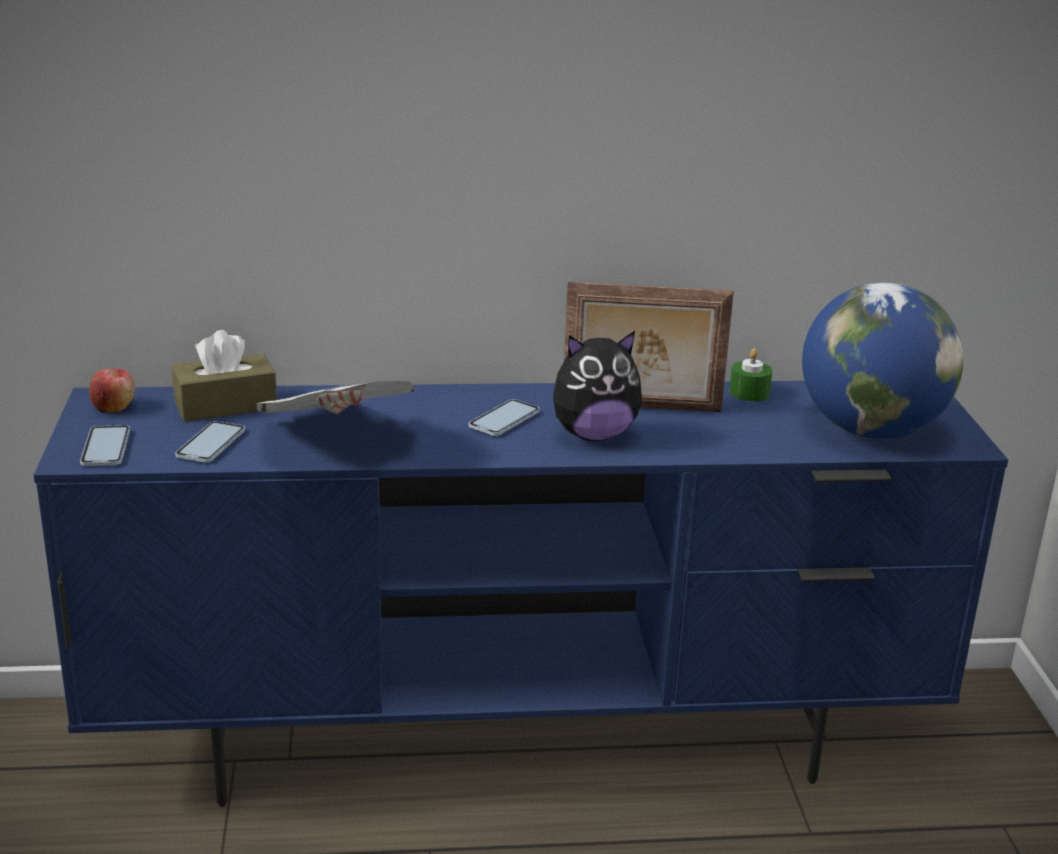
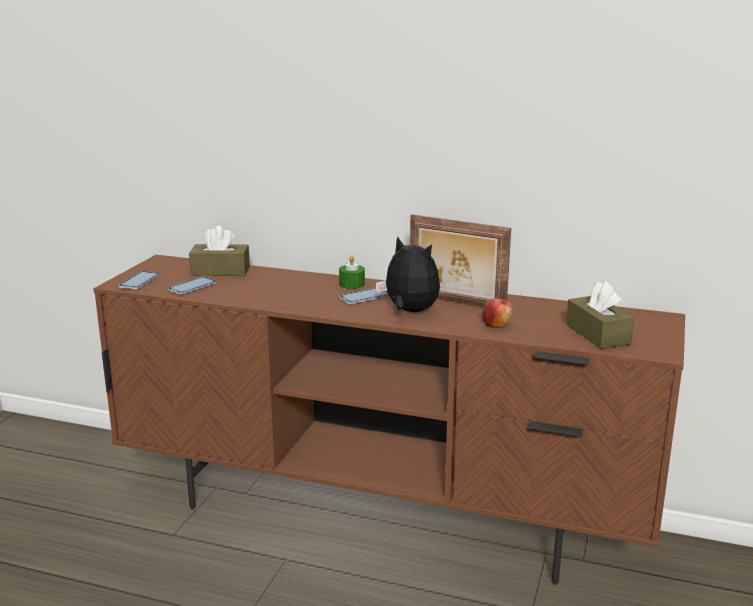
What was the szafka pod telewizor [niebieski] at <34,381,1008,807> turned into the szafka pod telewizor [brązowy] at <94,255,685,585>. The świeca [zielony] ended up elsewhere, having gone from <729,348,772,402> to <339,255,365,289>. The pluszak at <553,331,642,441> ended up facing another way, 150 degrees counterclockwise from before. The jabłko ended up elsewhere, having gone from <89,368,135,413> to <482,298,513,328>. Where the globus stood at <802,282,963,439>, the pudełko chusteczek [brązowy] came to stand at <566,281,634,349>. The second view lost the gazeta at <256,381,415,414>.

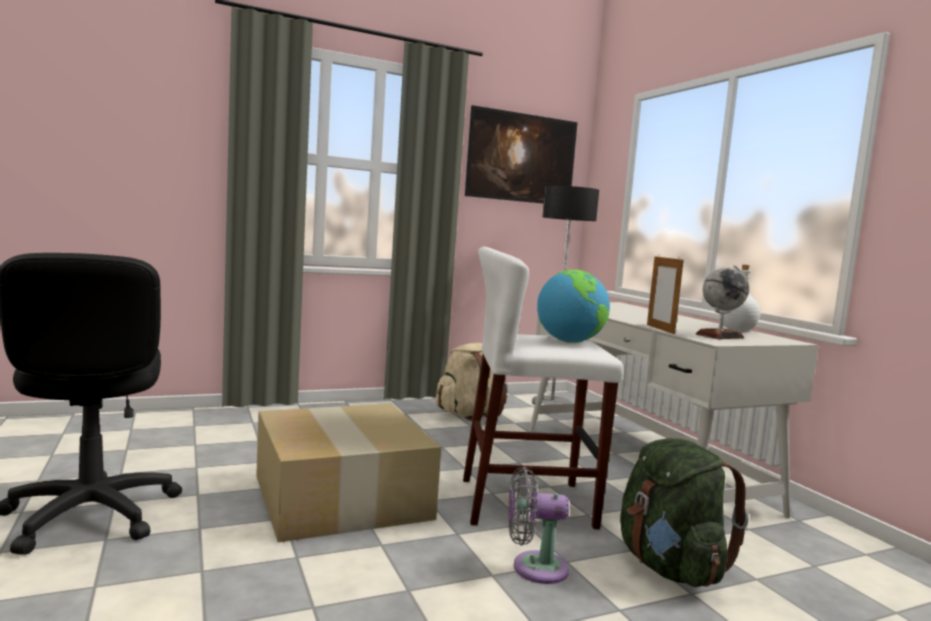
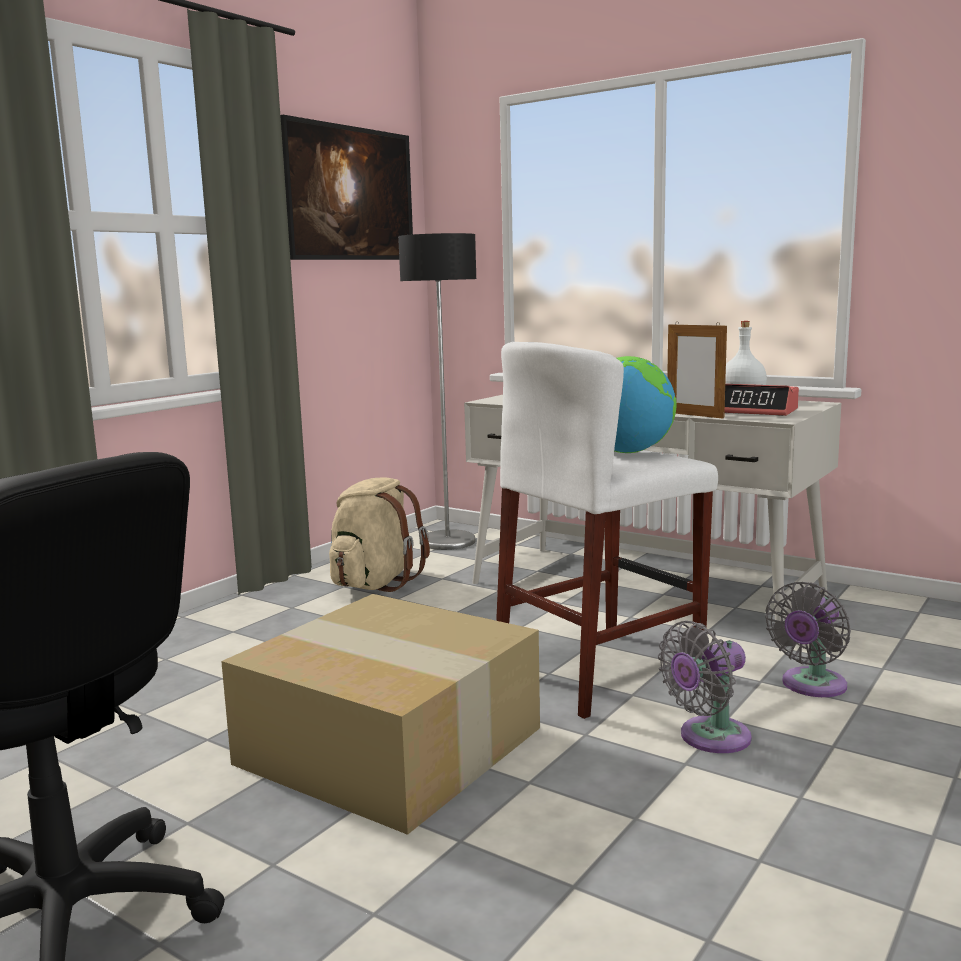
Where the globus stood at <696,265,749,339>, the budzik came to stand at <724,384,799,416>. Where the plecak [zielony] stood at <620,438,749,587>, the wentylator [szary] came to stand at <765,582,851,697>.

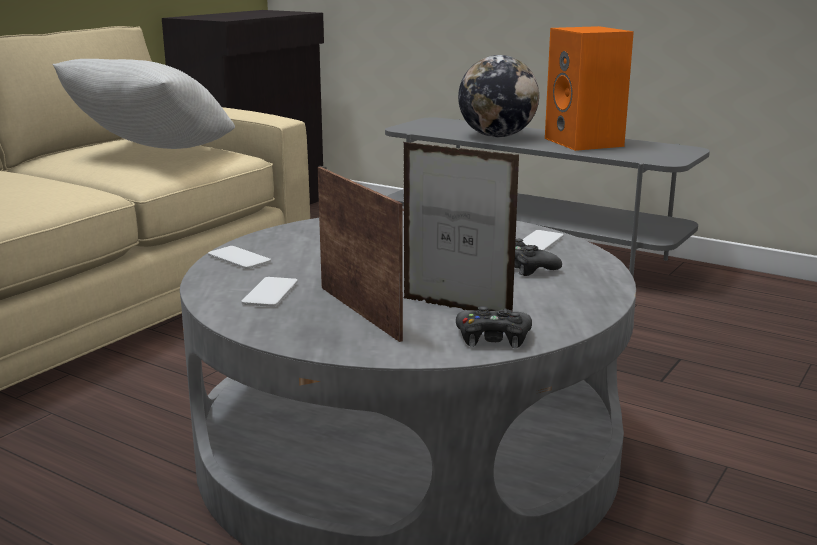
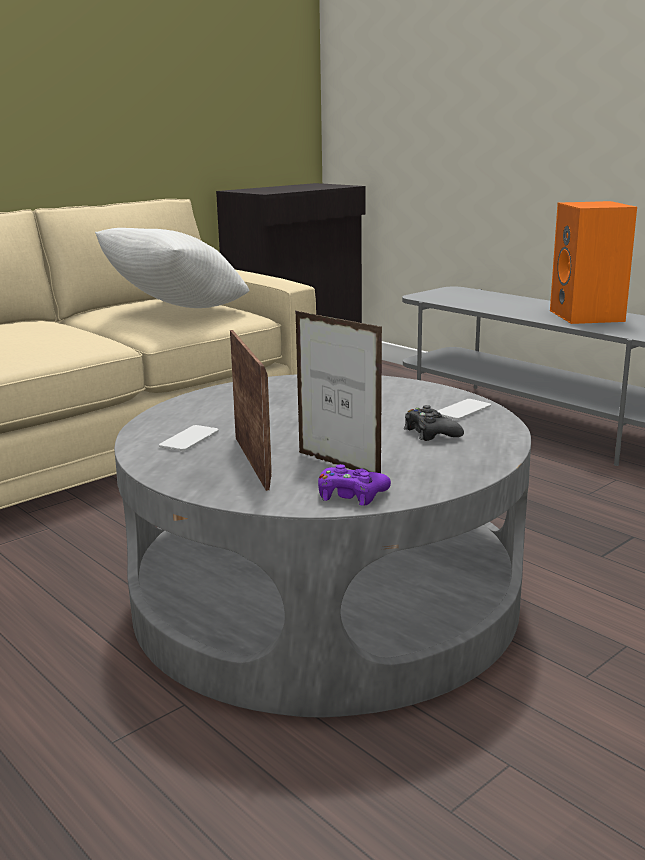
What was the pad do gier [czarny] at <456,306,532,348> turned into the pad do gier [fioletowy] at <318,464,391,505>. The second view lost the telefon at <208,246,271,269>. The second view lost the globus at <458,55,539,137>.

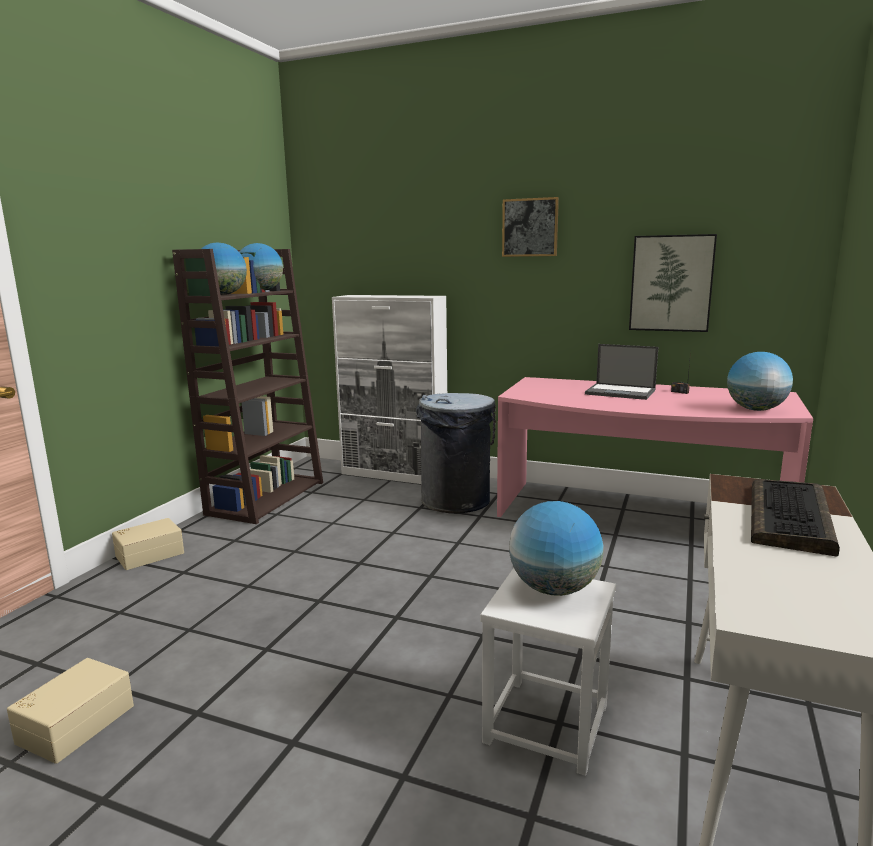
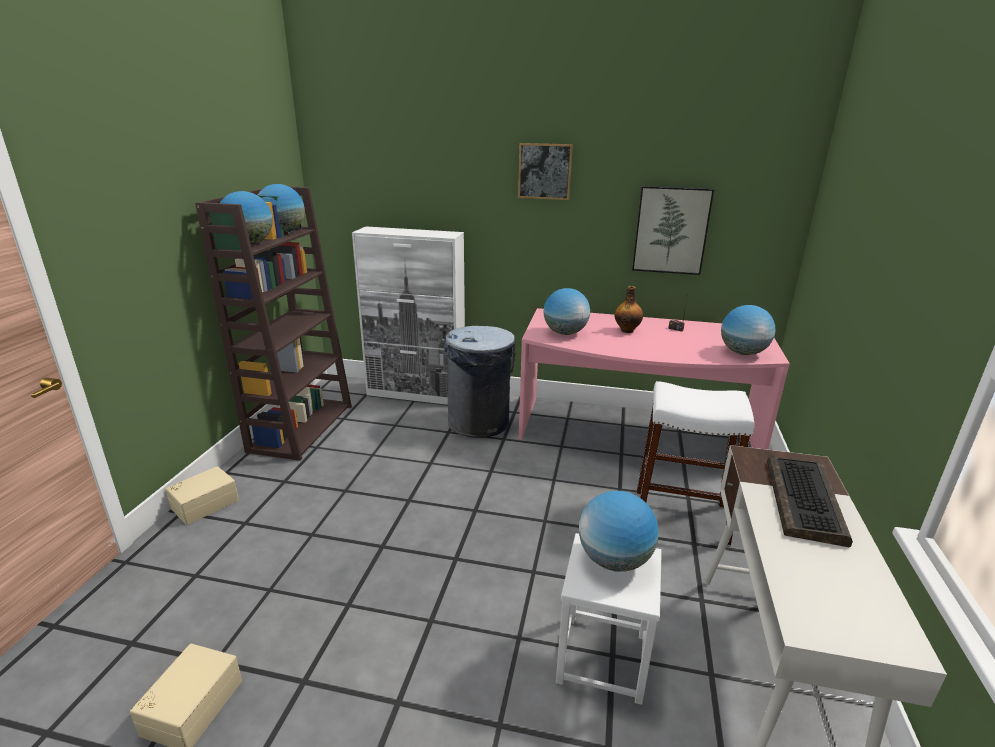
The second view gained the globus at <543,288,590,335>. Where the laptop stood at <585,344,658,400>, the butelka came to stand at <614,286,643,333>. The second view gained the stołek [biały] at <637,381,755,545>.

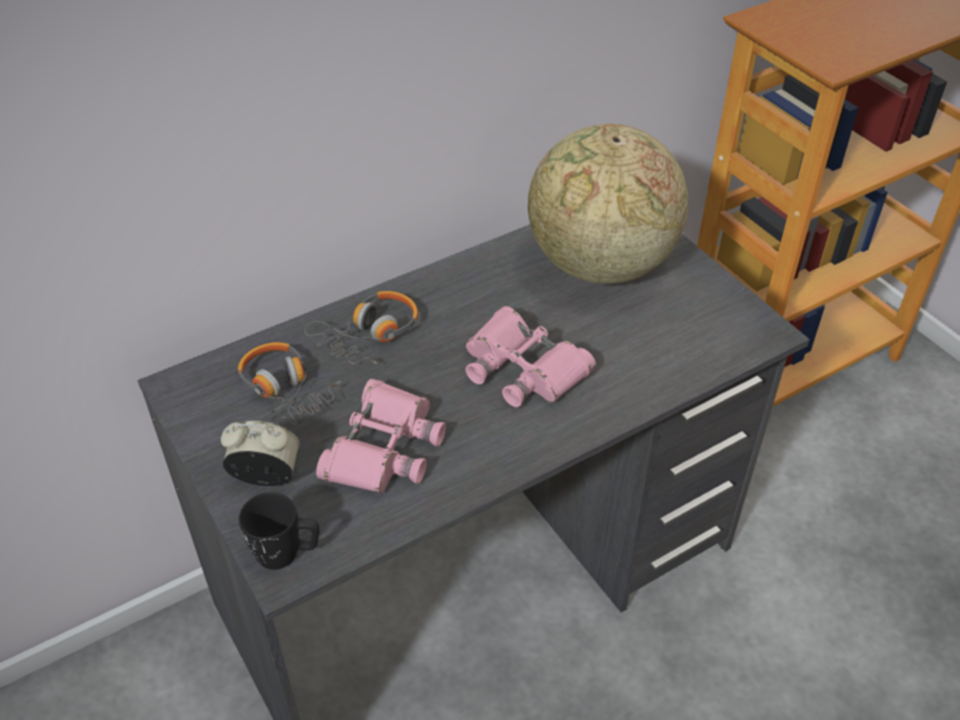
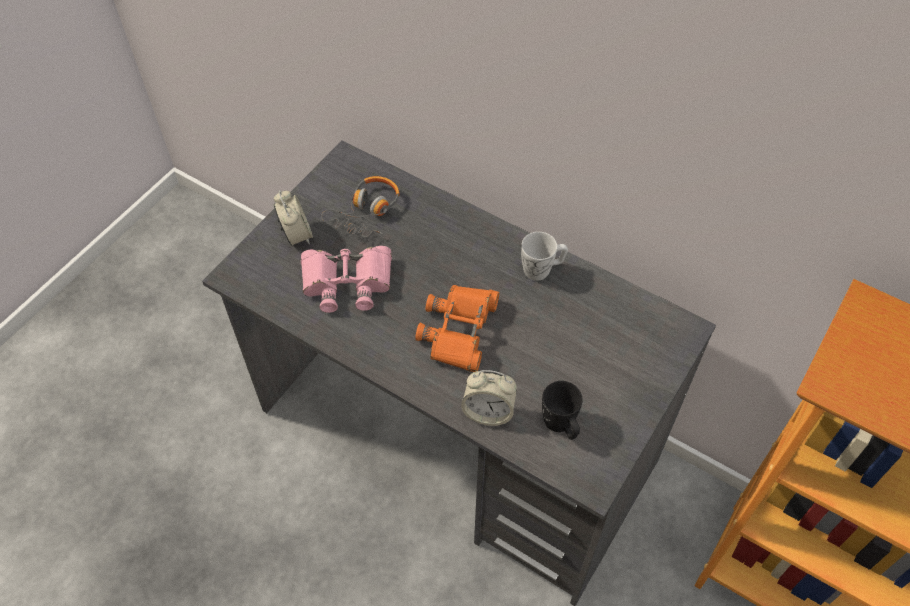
What was the lornetka [różowy] at <466,306,596,407> turned into the lornetka [pomarańczowy] at <415,285,499,372>. The second view gained the budzik at <461,370,517,426>. The second view gained the kubek [biały] at <521,232,568,281>. The kubek [czarny] ended up elsewhere, having gone from <239,492,320,570> to <542,381,583,440>. The second view lost the słuchawki at <304,291,418,364>. The second view lost the globus at <528,123,688,284>.

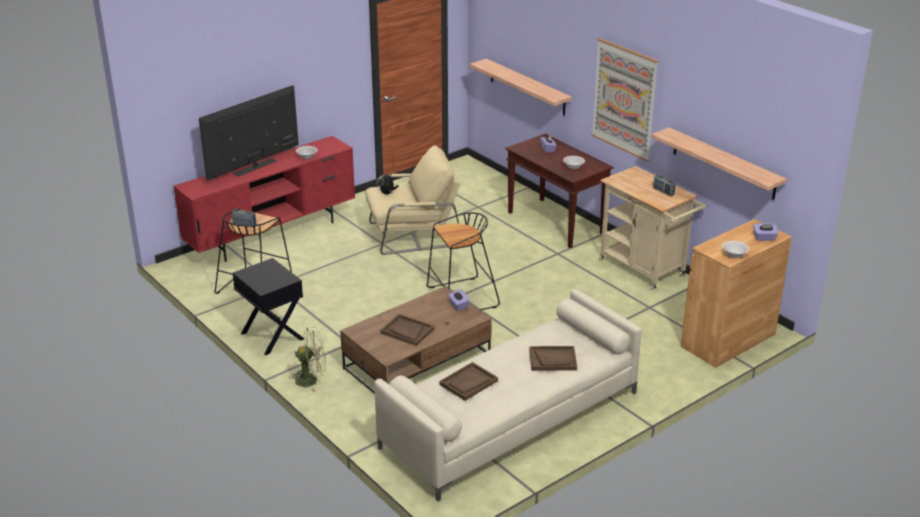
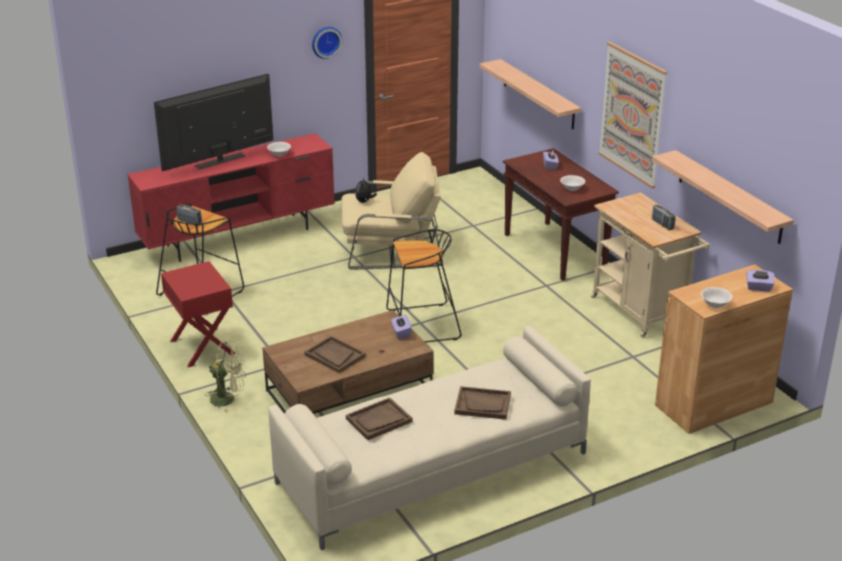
What was the szafka nocna [czarny] at <233,258,304,356> turned into the szafka nocna [czerwony] at <161,261,236,367>. The second view gained the zegar ścienny at <312,27,342,59>.

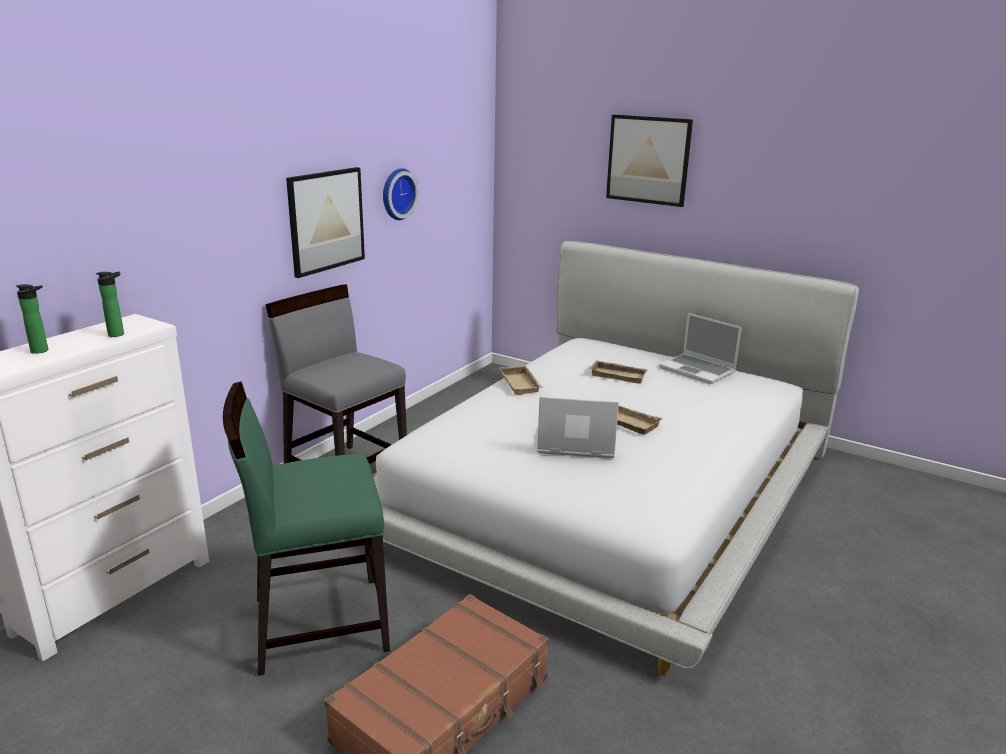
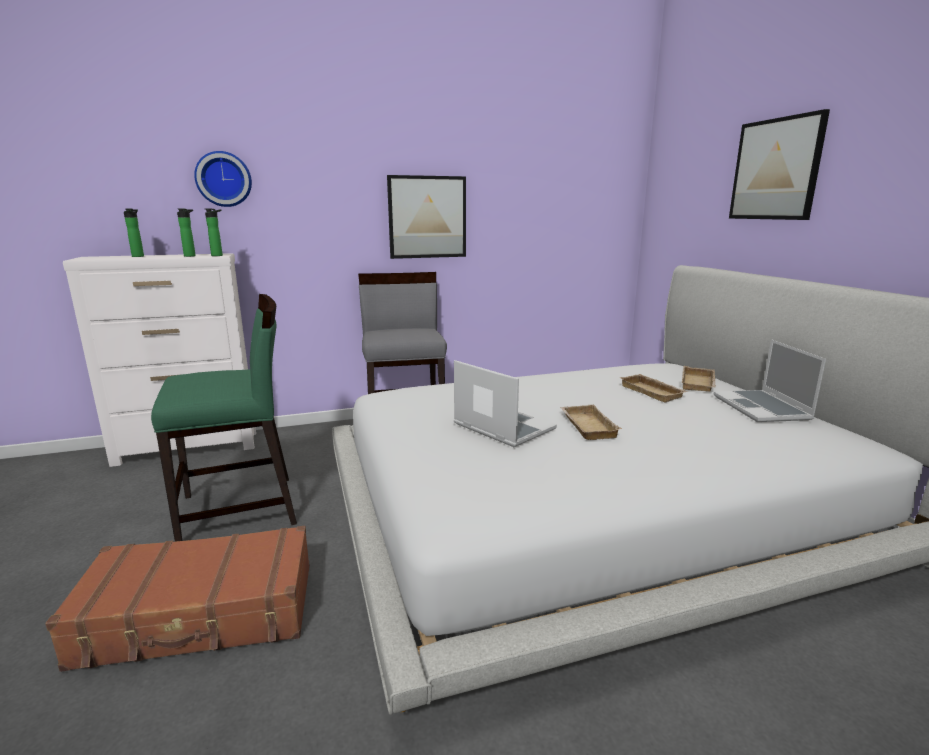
The krzesło [zielony] at <223,382,390,676> ended up facing another way, 135 degrees clockwise from before. The zegar ścienny ended up elsewhere, having gone from <383,168,419,220> to <194,151,252,207>. The second view gained the butelka at <205,209,223,256>. The taca [beżowy] ended up elsewhere, having gone from <499,366,543,395> to <682,366,716,392>.

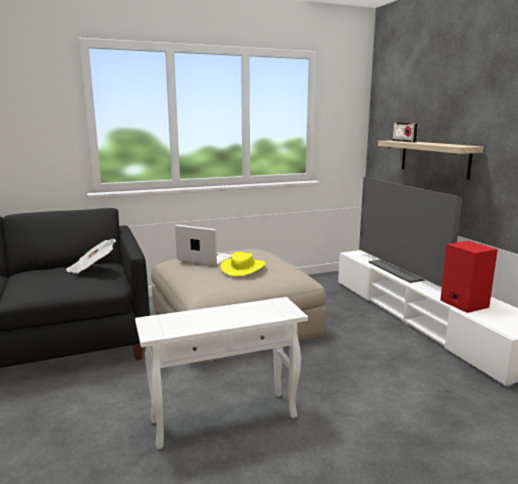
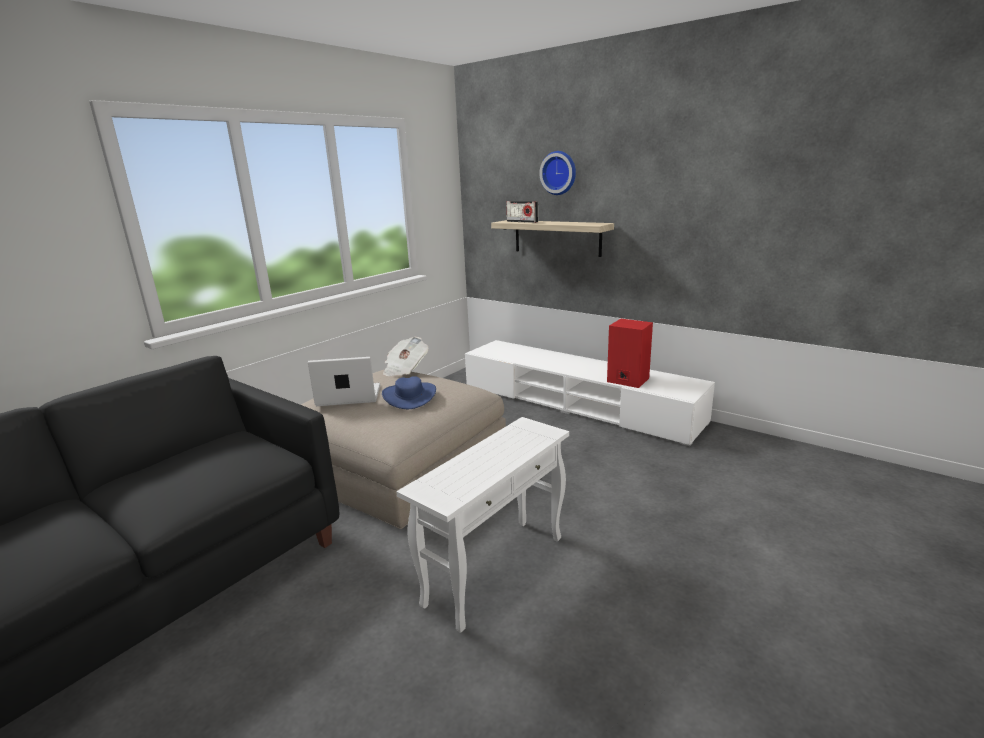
What was the kapelusz [żółty] at <220,252,266,277> turned into the kapelusz [niebieski] at <382,376,436,409>. The gazeta ended up elsewhere, having gone from <66,239,116,274> to <383,337,428,376>. The second view gained the zegar ścienny at <539,151,576,195>. The second view lost the telewizor at <359,177,462,288>.

